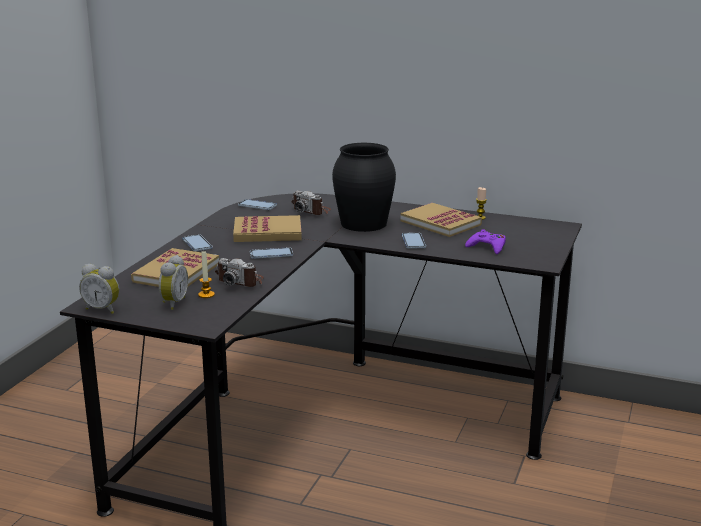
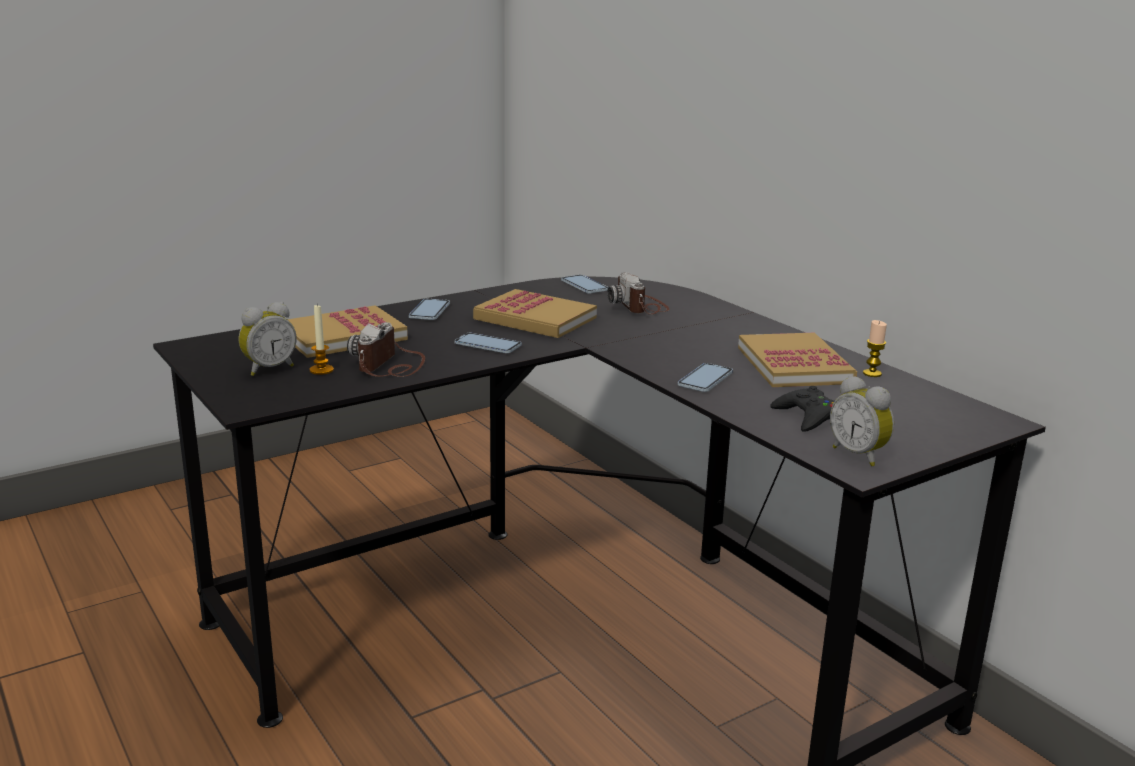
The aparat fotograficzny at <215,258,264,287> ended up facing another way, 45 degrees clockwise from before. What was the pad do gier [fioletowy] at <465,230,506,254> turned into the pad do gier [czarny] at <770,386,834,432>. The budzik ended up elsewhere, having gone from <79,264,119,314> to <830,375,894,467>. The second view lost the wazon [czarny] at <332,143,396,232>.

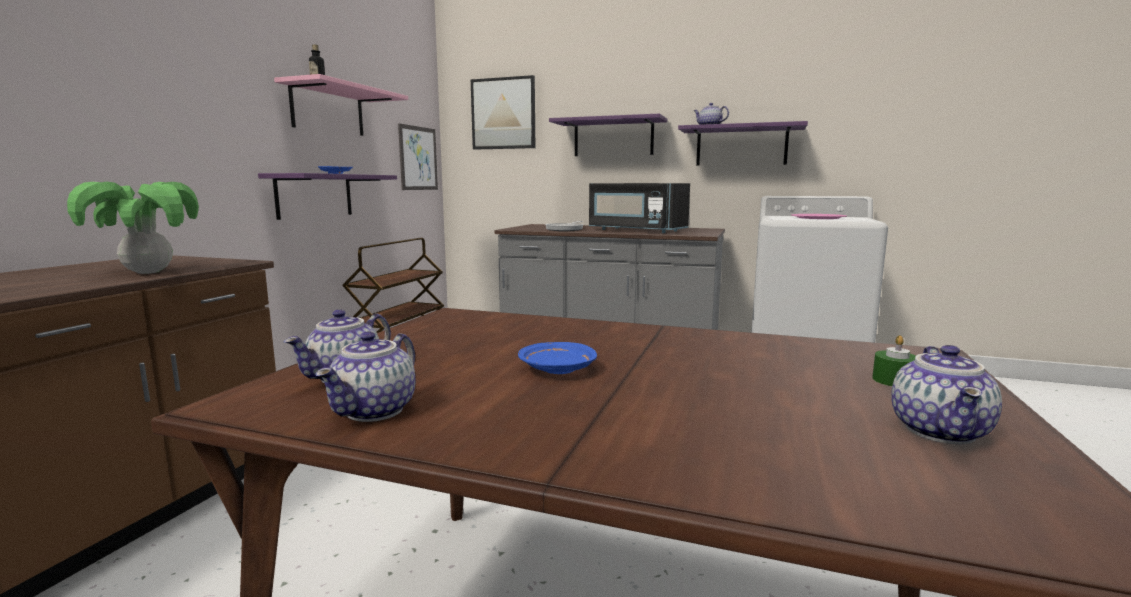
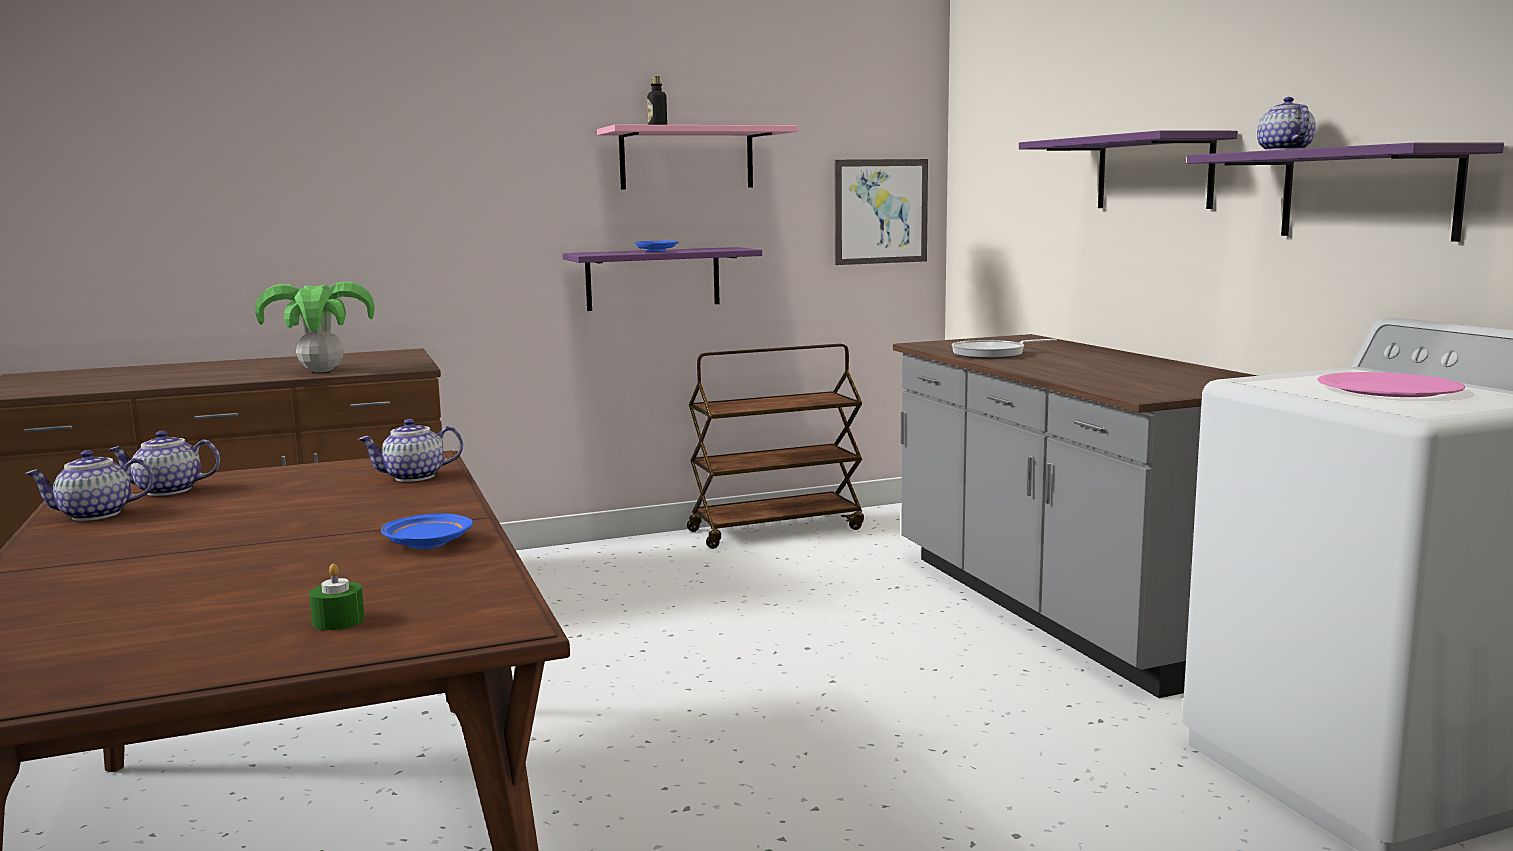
The imbryk ended up elsewhere, having gone from <891,345,1002,444> to <358,419,463,482>. The talerz [niebieski] ended up elsewhere, having gone from <518,342,597,374> to <381,513,473,549>. The second view lost the obraz at <471,75,535,150>. The second view lost the mikrofalówka [czarny] at <589,183,690,233>.

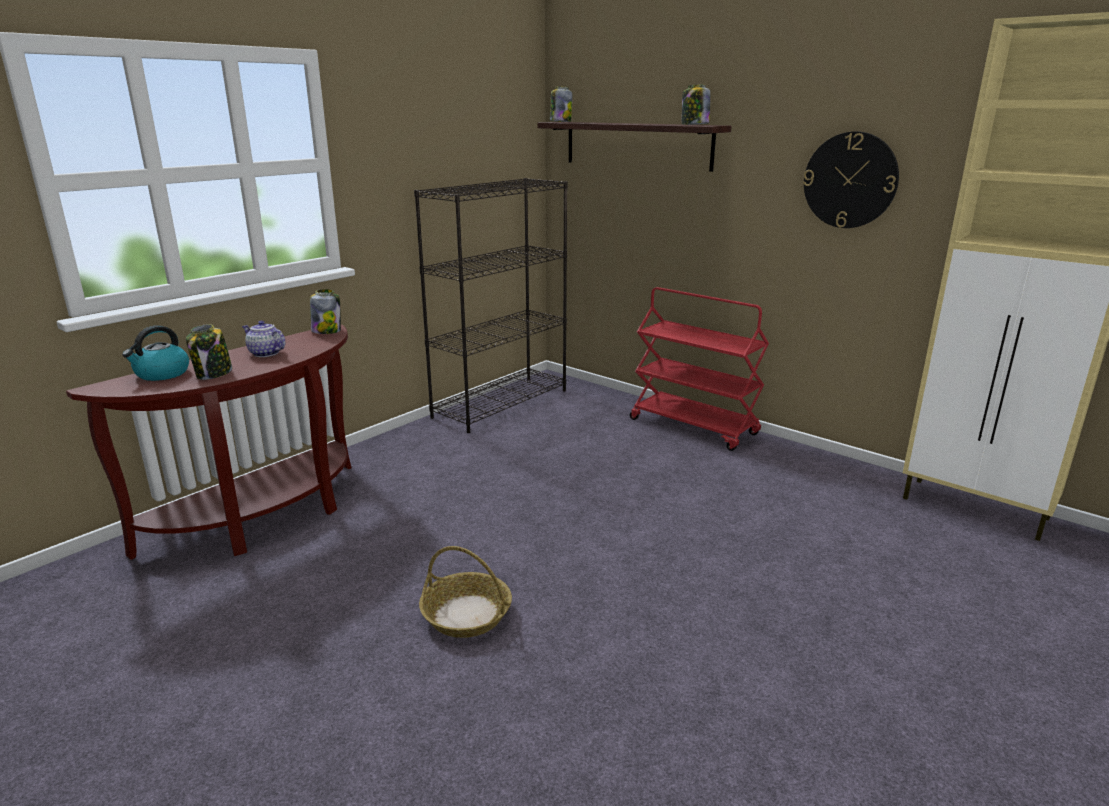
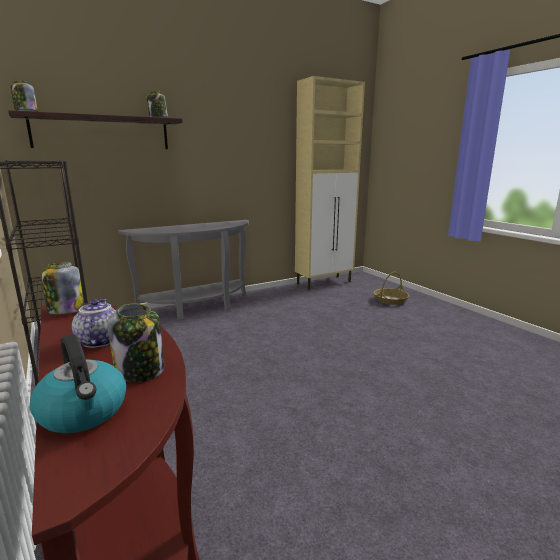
The imbryk at <242,320,285,357> ended up facing another way, 120 degrees clockwise from before. Where the wózek [czerwony] stood at <630,287,769,451>, the stolik konsolowy [szary] came to stand at <118,220,249,320>. The koszyk ended up elsewhere, having gone from <419,546,512,638> to <374,272,409,305>. The second view lost the zegar ścienny at <803,131,899,228>.

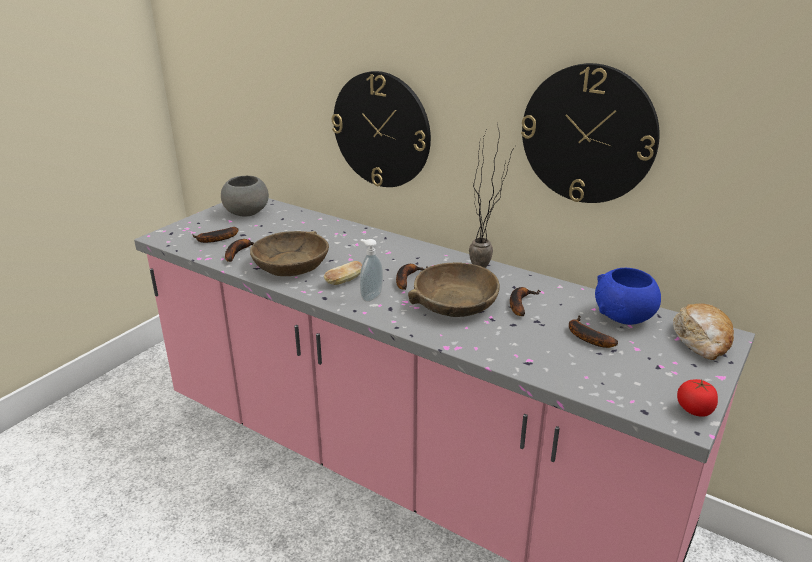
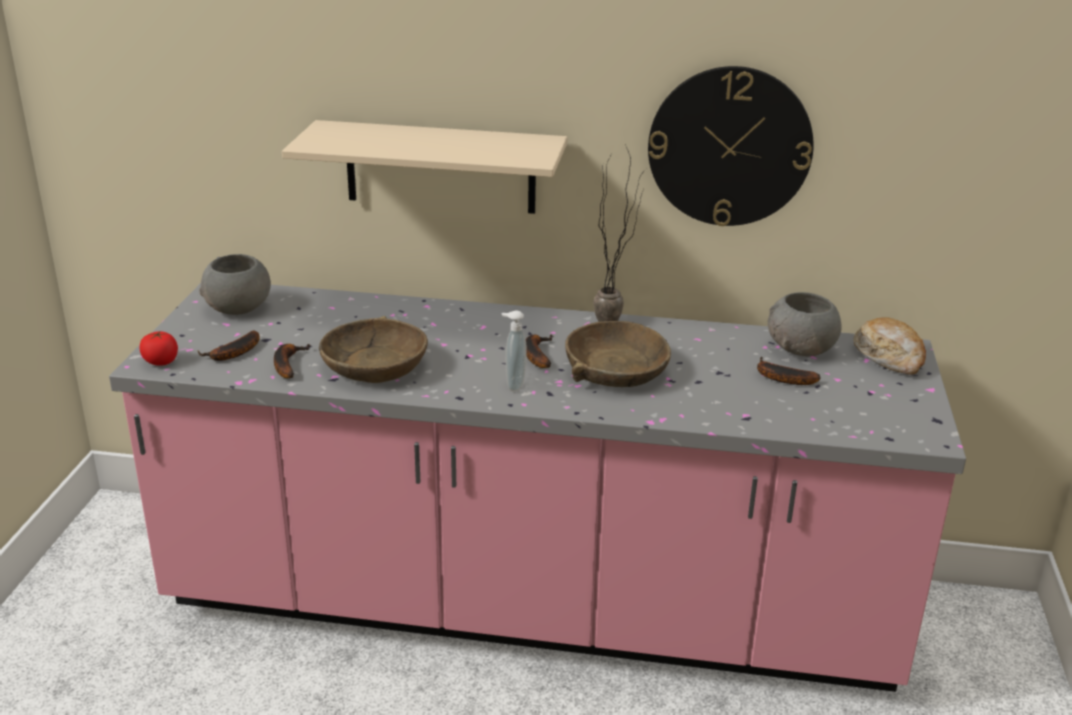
The pomidor ended up elsewhere, having gone from <677,379,718,417> to <139,330,178,366>. Where the zegar ścienny hung at <332,71,431,187>, the półka [beżowy] came to hang at <282,120,568,214>. What was the miska [niebieski] at <595,268,661,325> turned into the miska [szary] at <768,292,842,356>. The second view lost the chleb at <324,261,362,285>. The second view lost the banan at <510,287,541,316>.

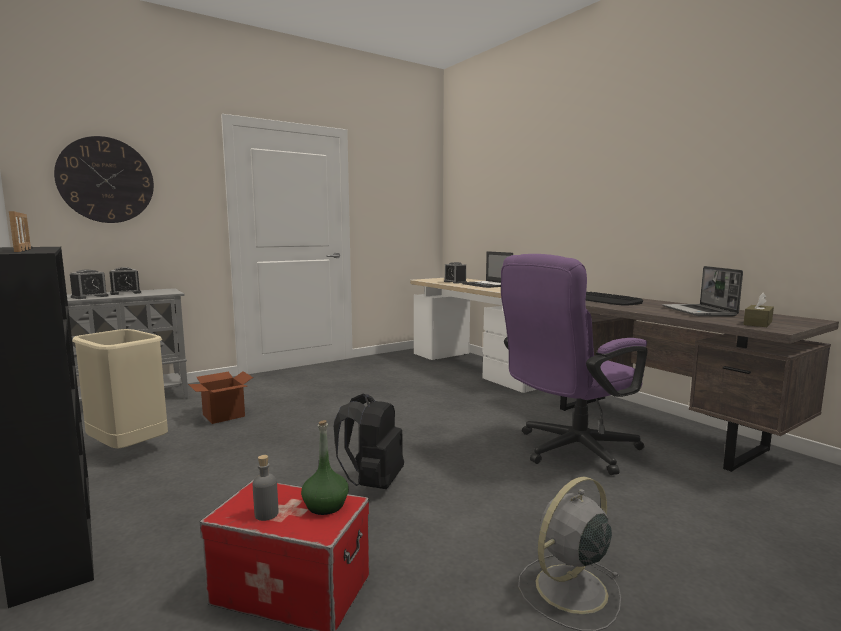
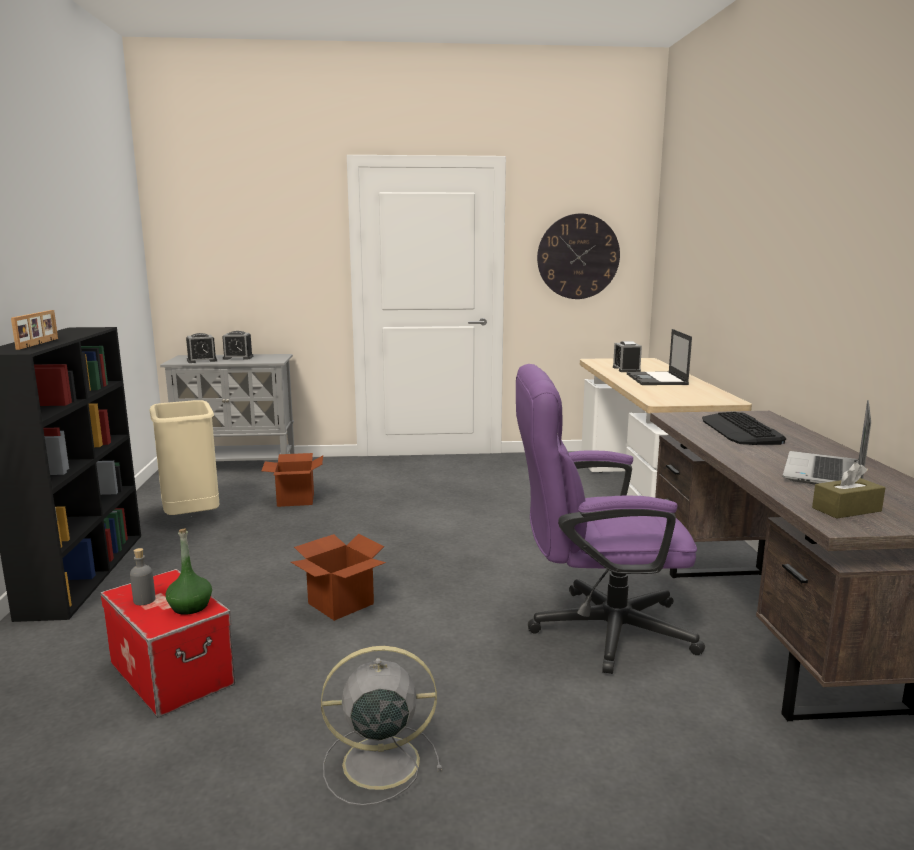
Where the plecak [czarny] stood at <334,394,404,489>, the karton came to stand at <291,534,386,621>. The zegar ścienny ended up elsewhere, having gone from <54,136,154,223> to <537,214,620,299>.

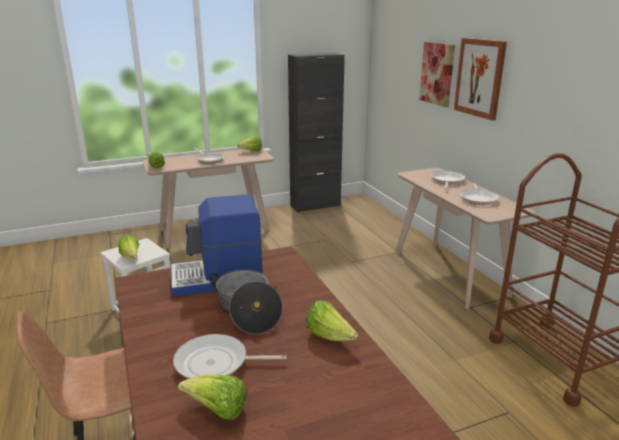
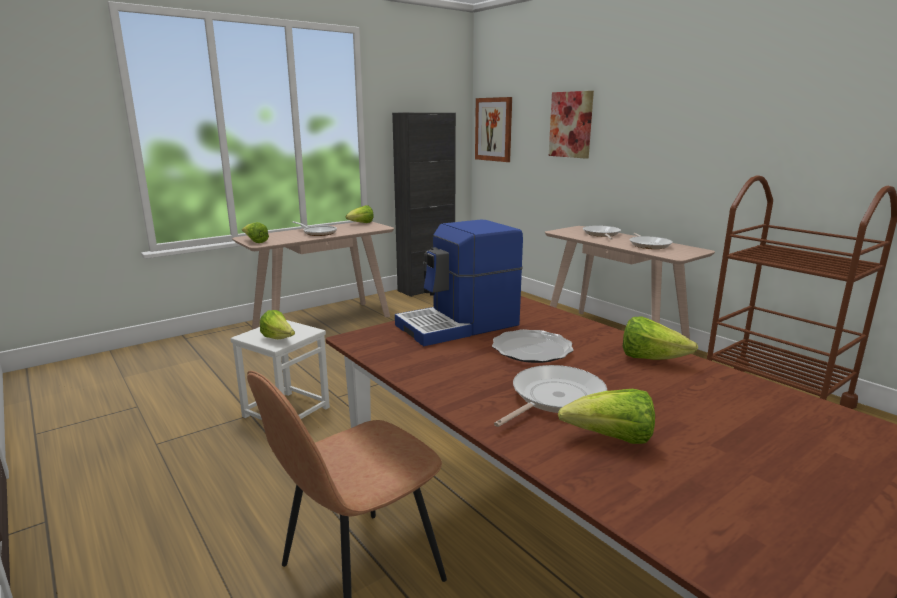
The obraz ended up elsewhere, having gone from <454,38,507,121> to <475,97,512,162>. Where the garnek stood at <209,270,283,334>, the talerz came to stand at <492,329,574,363>. The patelnia at <173,334,287,379> ended up facing another way, 150 degrees clockwise from before.

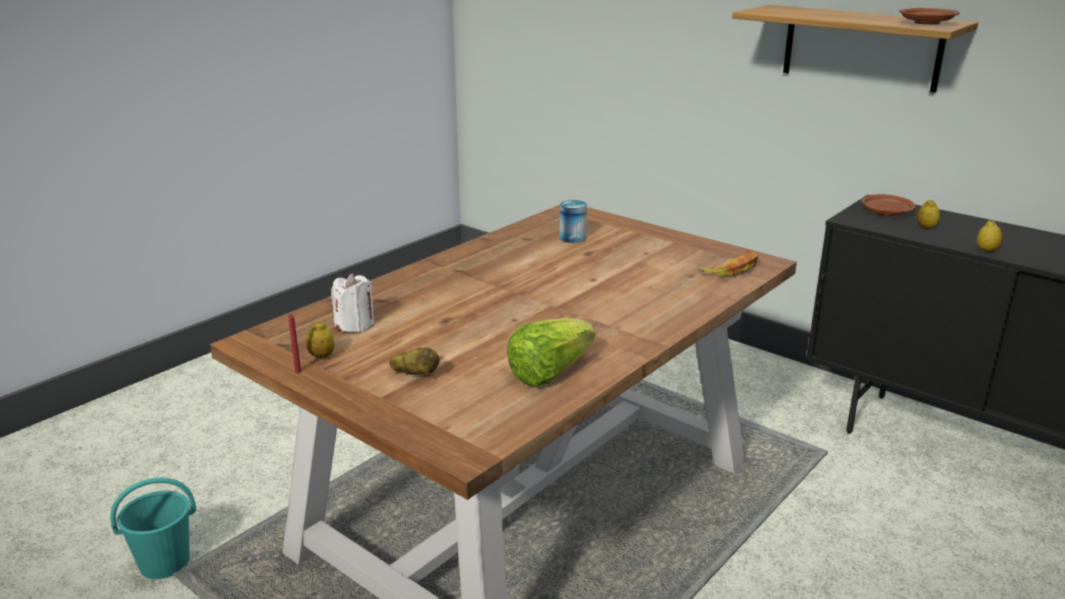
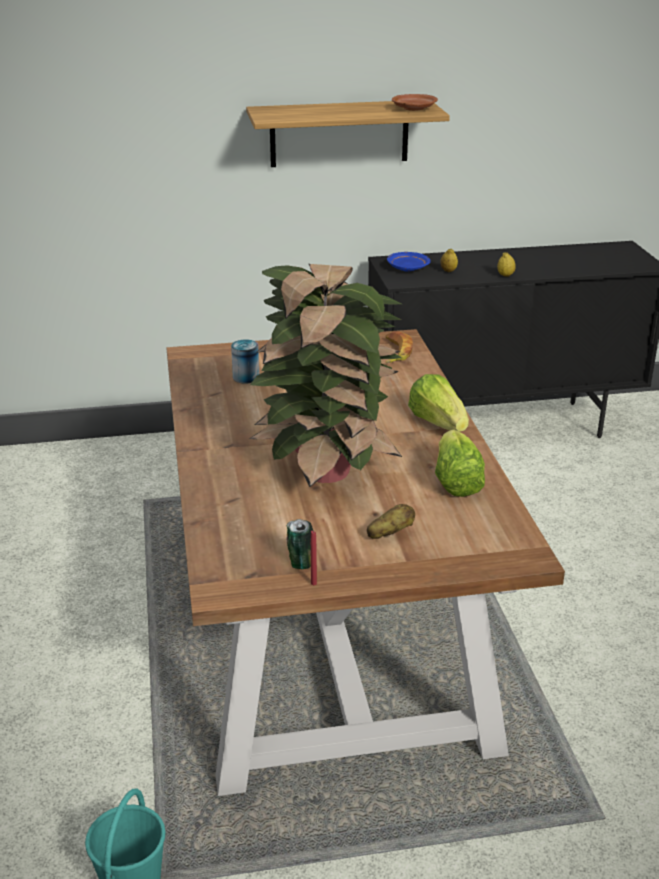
The second view gained the roślina doniczkowa at <249,264,402,487>. Where the cytryna stood at <306,321,335,358>, the puszka came to stand at <287,519,313,569>. What was the talerz [brązowy] at <861,194,916,216> turned into the talerz [niebieski] at <387,252,431,272>. The second view gained the sałata at <408,374,469,432>. The second view lost the świeca [biały] at <331,273,374,332>.

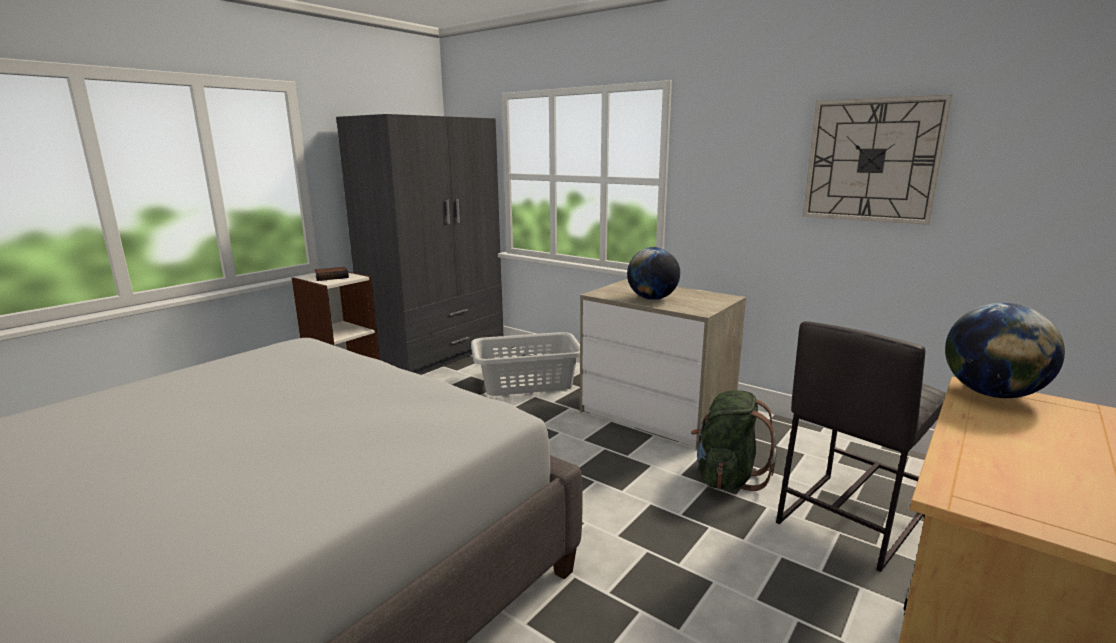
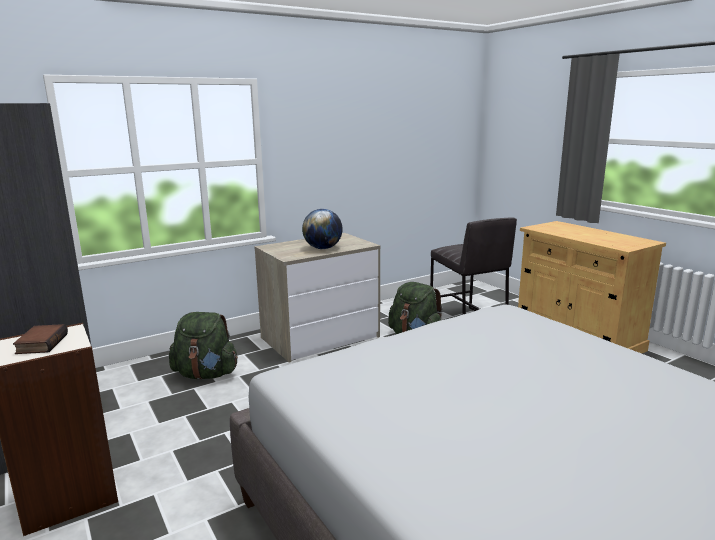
Where the kosz na pranie [szary] stood at <471,332,580,396>, the plecak [zielony] came to stand at <169,312,238,379>. The second view lost the zegar ścienny at <803,95,953,225>. The second view lost the globus at <945,303,1065,398>.

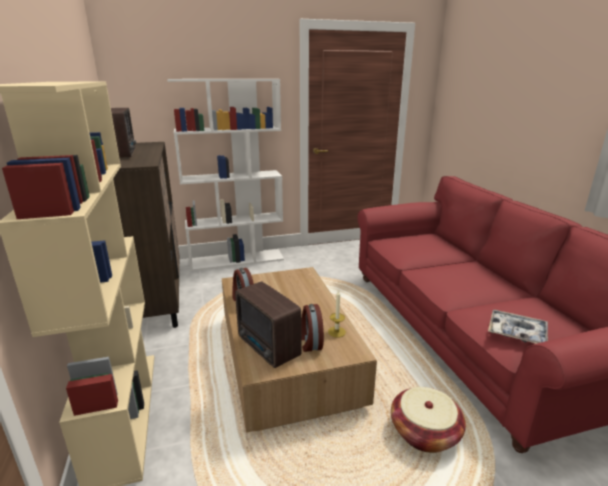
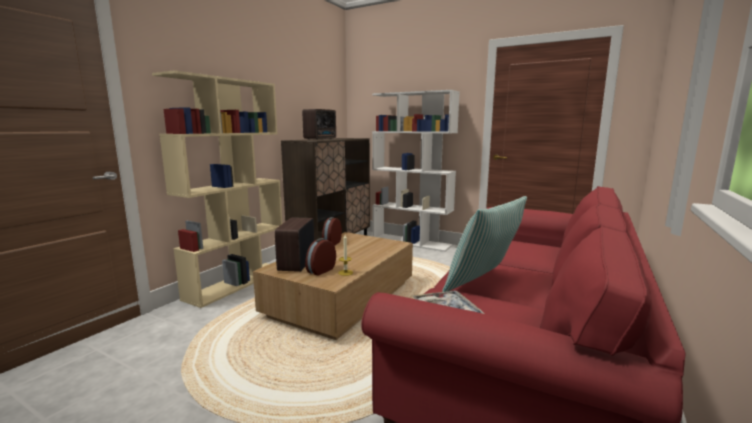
The second view gained the poduszka at <442,196,527,292>. The second view lost the koszyk at <391,387,466,453>.

